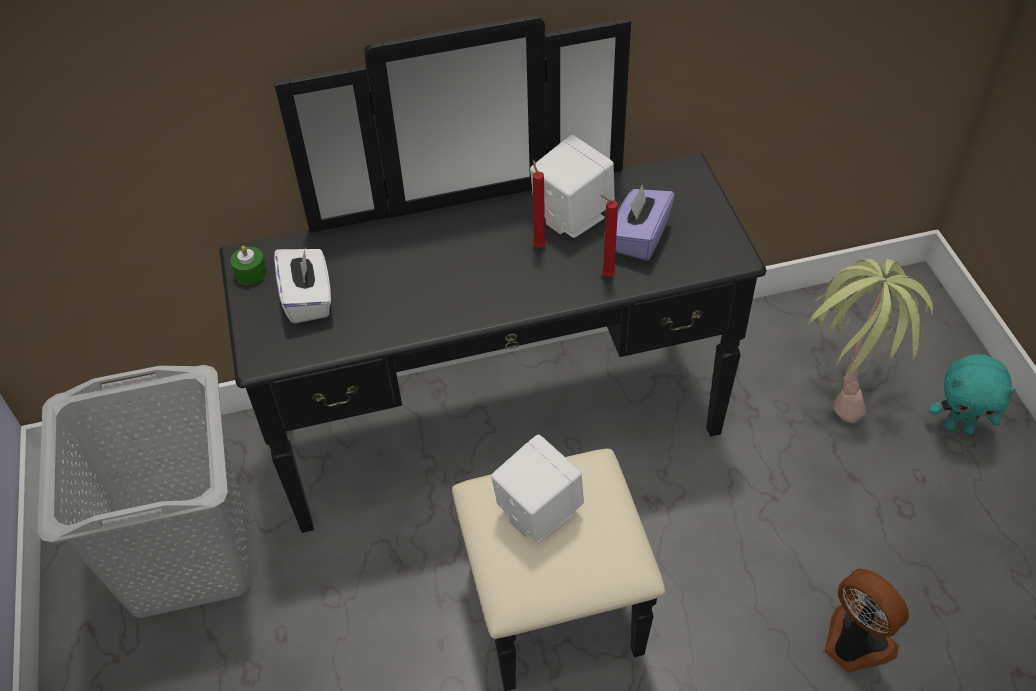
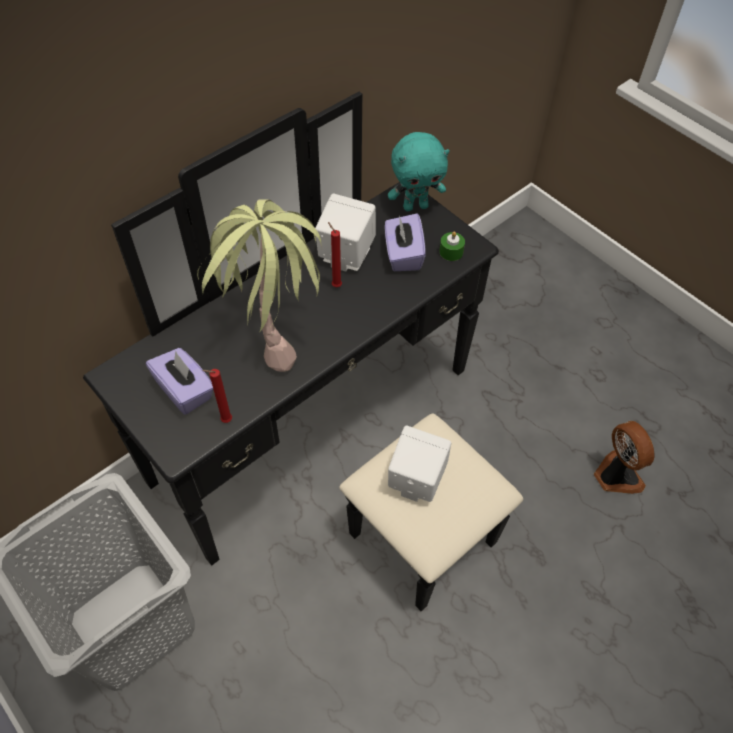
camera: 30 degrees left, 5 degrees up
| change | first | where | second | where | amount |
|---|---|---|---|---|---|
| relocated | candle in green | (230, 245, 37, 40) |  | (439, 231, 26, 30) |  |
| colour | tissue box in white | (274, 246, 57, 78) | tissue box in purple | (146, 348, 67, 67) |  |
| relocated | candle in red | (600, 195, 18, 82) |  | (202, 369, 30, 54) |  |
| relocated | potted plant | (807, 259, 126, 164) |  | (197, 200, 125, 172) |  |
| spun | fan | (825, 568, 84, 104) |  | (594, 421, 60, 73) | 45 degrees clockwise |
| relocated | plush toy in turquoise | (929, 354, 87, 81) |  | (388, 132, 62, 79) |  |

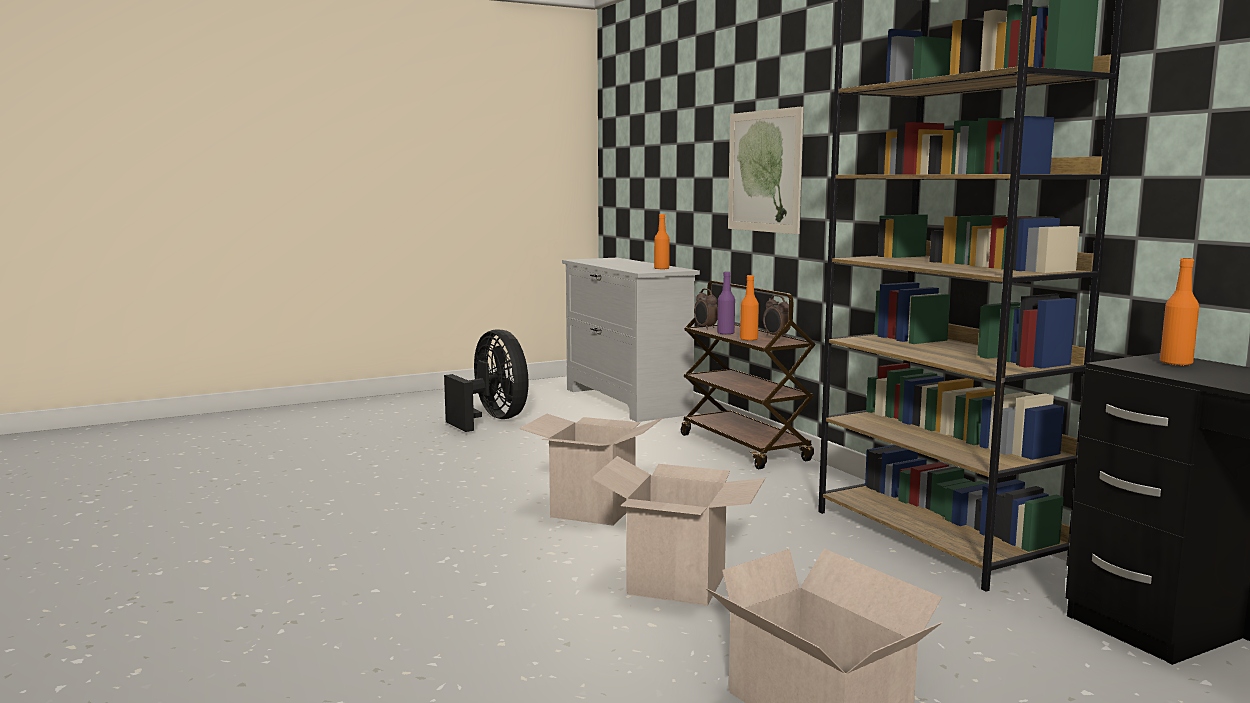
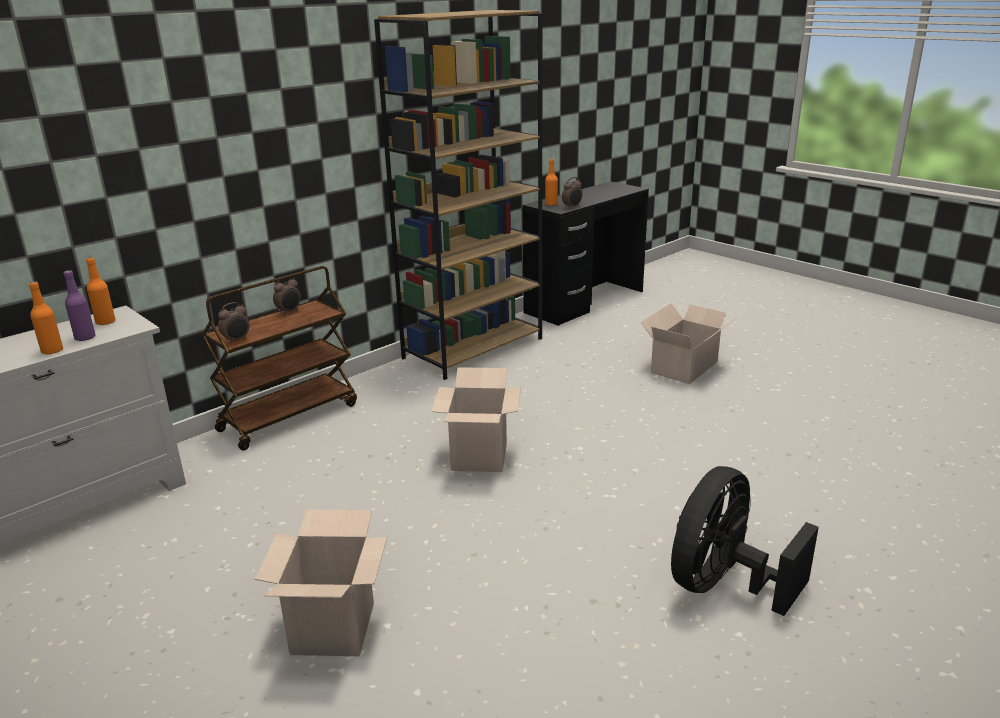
camera: 105 degrees left, 15 degrees up
| change | first | where | second | where | amount |
|---|---|---|---|---|---|
| relocated | fan in black | (444, 329, 84, 103) |  | (671, 466, 148, 150) |  |
| relocated | cardboard box | (591, 456, 174, 150) |  | (255, 509, 132, 147) |  |
| relocated | bottle in purple | (717, 271, 18, 64) |  | (64, 270, 32, 71) |  |
| missing | picture | (728, 106, 76, 128) |  |  |  |
| relocated | bottle in orange | (740, 275, 19, 66) |  | (29, 281, 34, 74) |  |
| appeared |  |  | alarm clock | (562, 177, 20, 32) |  |

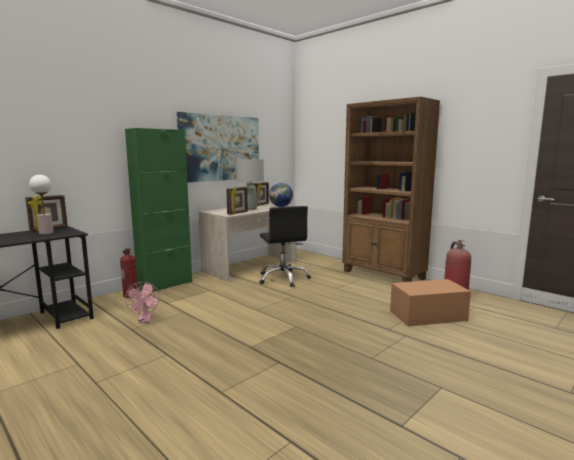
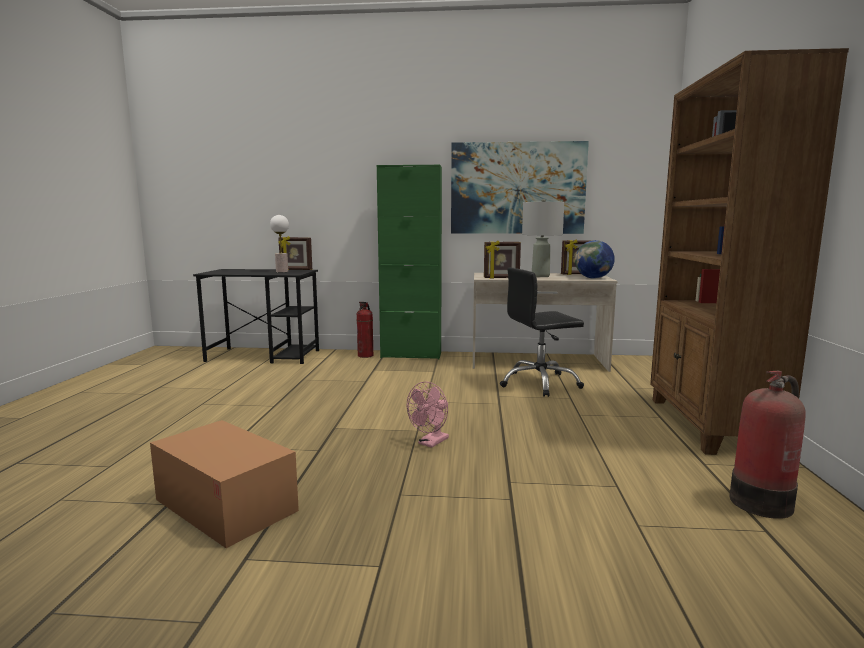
camera: 50 degrees right, 0 degrees up
| change | first | where | second | where | amount |
|---|---|---|---|---|---|
| relocated | fan in pink | (125, 282, 35, 41) |  | (407, 382, 42, 66) |  |
| spun | office chair in black | (259, 206, 52, 81) |  | (500, 268, 84, 129) | 45 degrees clockwise |
| relocated | cardboard box | (390, 279, 81, 47) |  | (150, 420, 149, 128) |  |

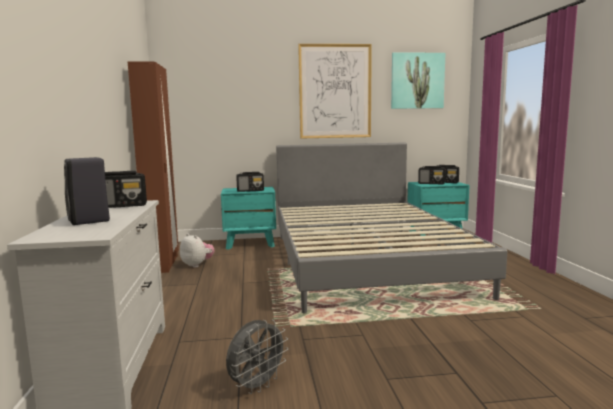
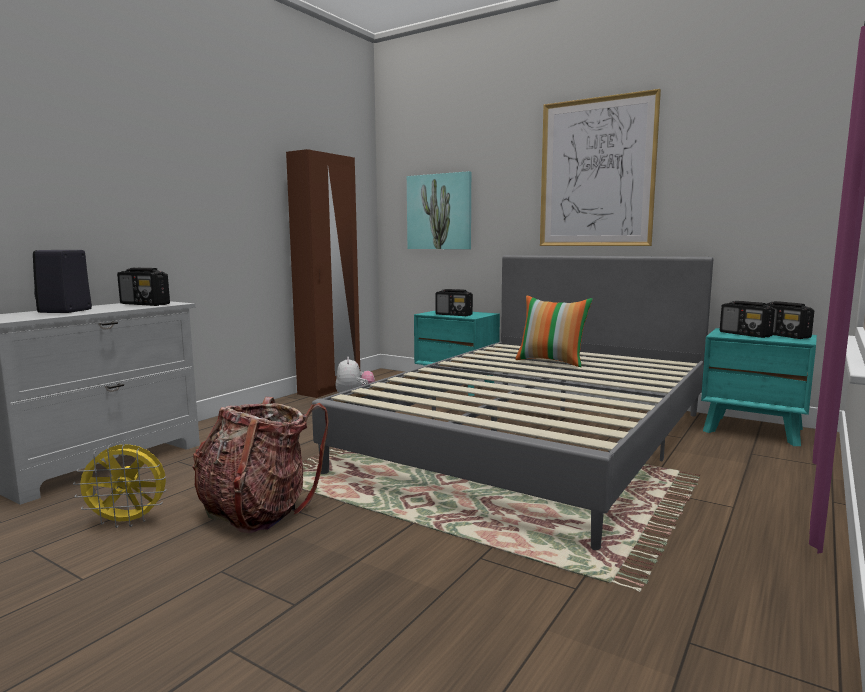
camera: 40 degrees right, 0 degrees up
| change | first | where | second | where | amount |
|---|---|---|---|---|---|
| colour | fan in grey | (226, 320, 62, 74) | fan in yellow | (73, 444, 94, 84) |  |
| relocated | picture | (391, 53, 54, 56) |  | (407, 171, 64, 78) |  |
| appeared |  |  | backpack | (192, 397, 137, 136) |  |
| appeared |  |  | pillow | (515, 296, 78, 71) |  |

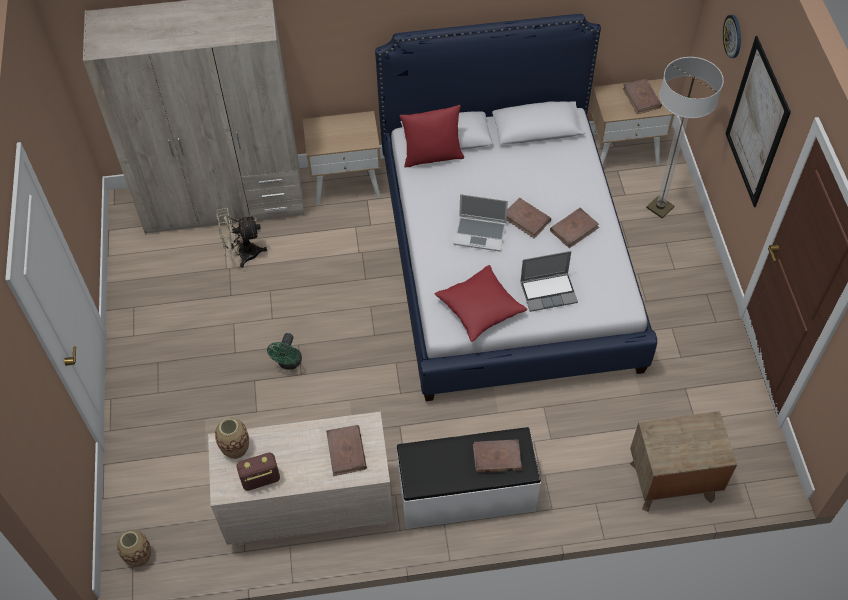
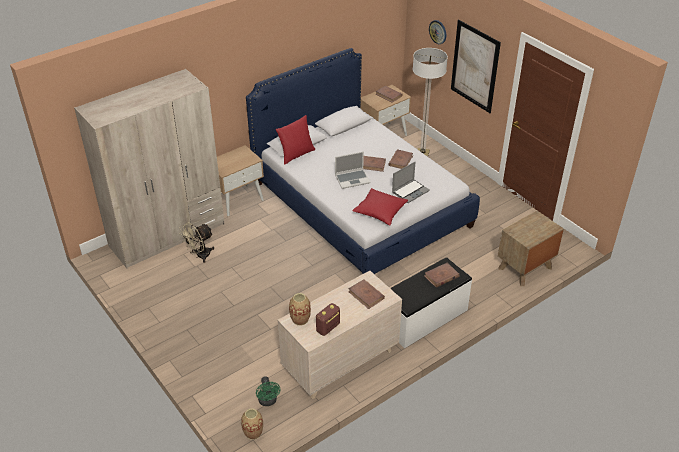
camera: 30 degrees left, 15 degrees down
| change | first | where | second | where | amount |
|---|---|---|---|---|---|
| relocated | fan in green | (267, 333, 35, 37) |  | (256, 376, 24, 30) |  |

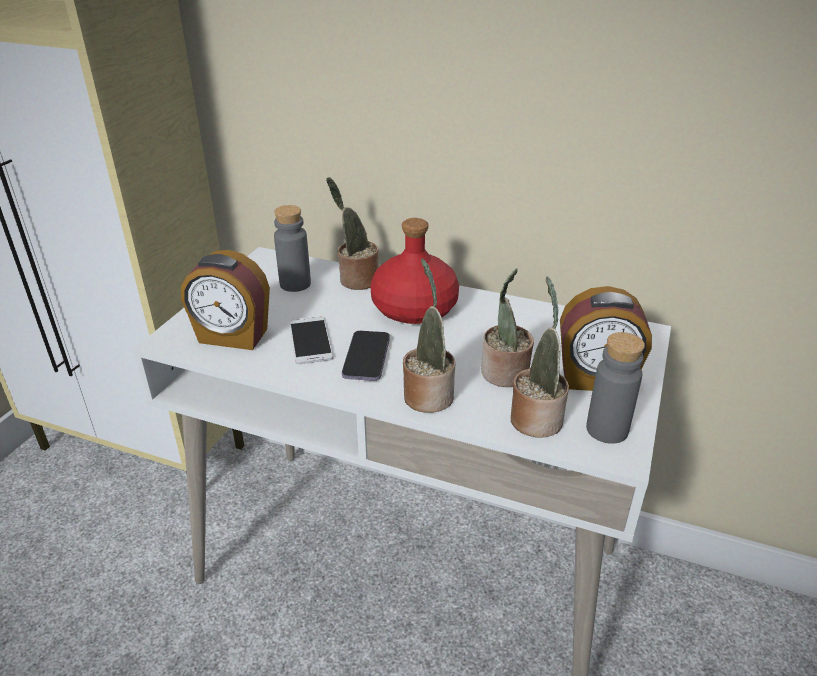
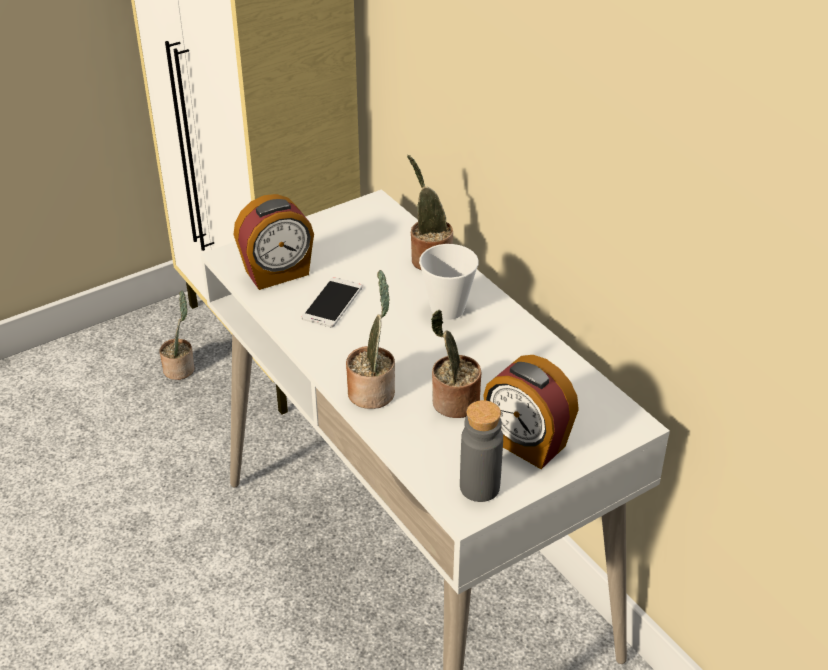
camera: 35 degrees right, 5 degrees up
| change | first | where | second | where | amount |
|---|---|---|---|---|---|
| spun | alarm clock | (181, 250, 89, 100) |  | (234, 194, 80, 96) | 75 degrees counterclockwise |
| missing | bottle in grey | (274, 205, 37, 87) |  |  |  |
| missing | phone | (342, 331, 48, 50) |  |  |  |
| exchanged | bottle in red | (370, 218, 89, 106) | cup | (419, 244, 60, 76) |  |
| relocated | potted plant | (511, 276, 58, 162) |  | (160, 290, 34, 90) |  |

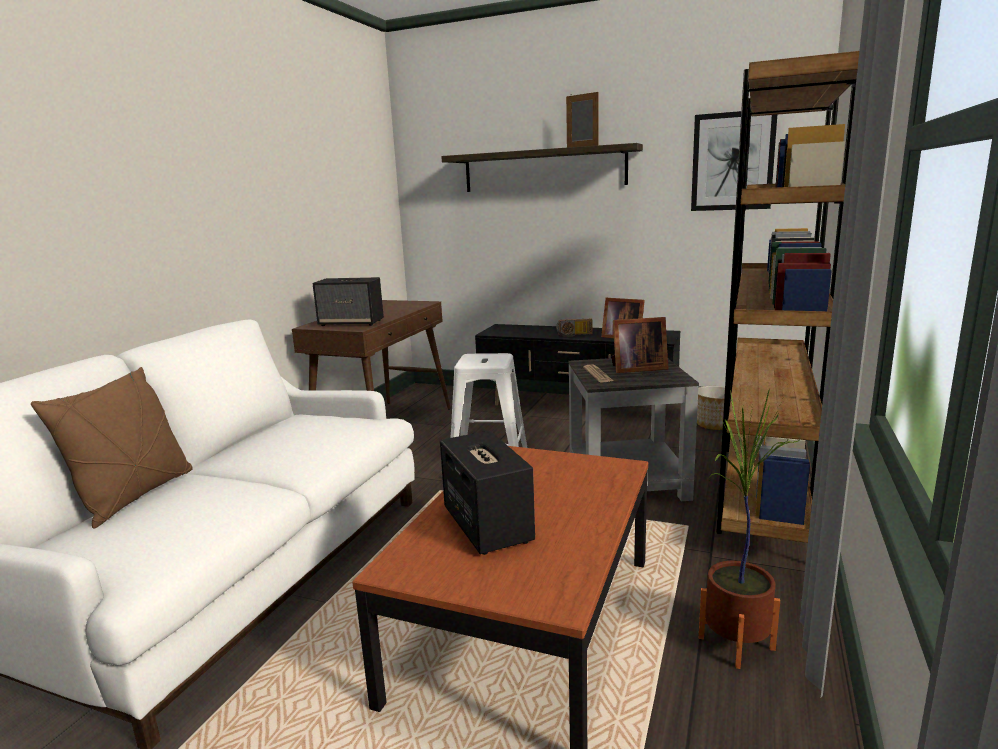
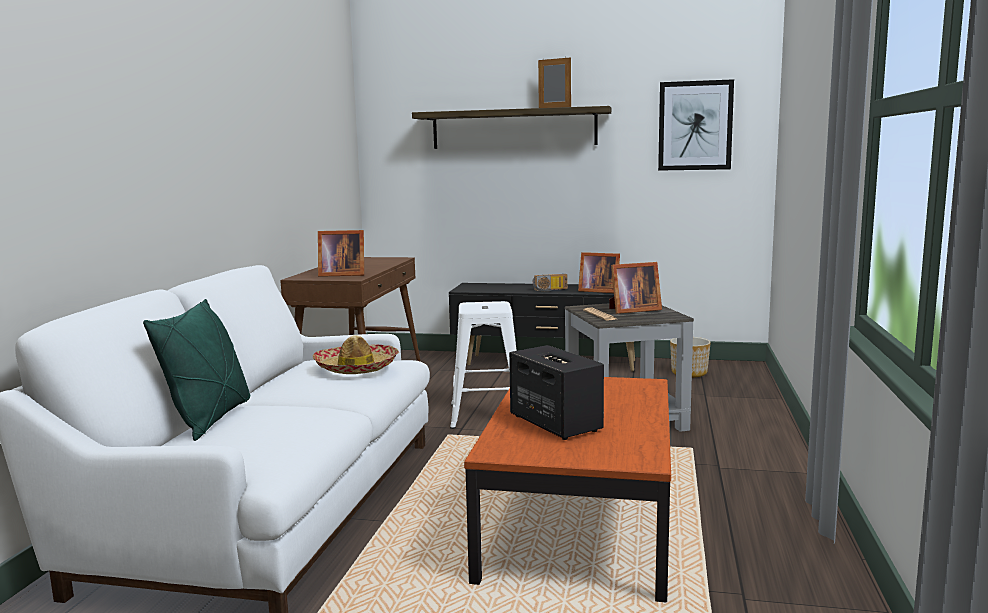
camera: 10 degrees left, 5 degrees down
| change | first | where | second | where | amount |
|---|---|---|---|---|---|
| colour | pillow in brown | (31, 367, 162, 161) | pillow in green | (143, 299, 107, 142) |  |
| exchanged | speaker | (312, 277, 72, 49) | picture frame | (318, 230, 46, 47) |  |
| missing | potted plant | (699, 388, 101, 281) |  |  |  |
| missing | bookcase in brown | (716, 51, 143, 492) |  |  |  |
| appeared |  |  | hat | (313, 335, 86, 39) |  |

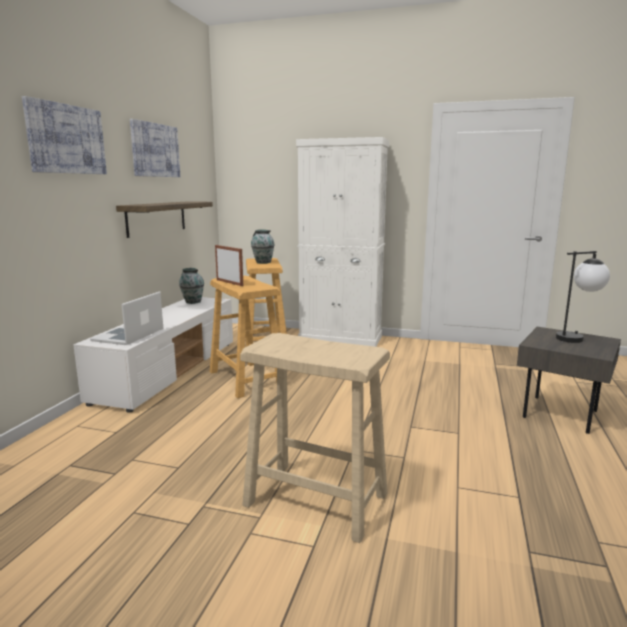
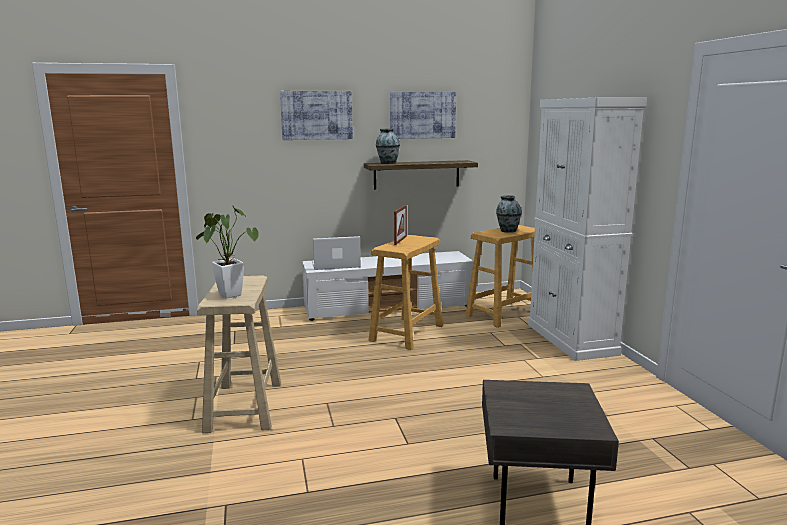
camera: 60 degrees right, 0 degrees up
| change | first | where | second | where | amount |
|---|---|---|---|---|---|
| relocated | vase | (179, 268, 25, 36) |  | (376, 129, 24, 35) |  |
| missing | table lamp | (556, 251, 54, 92) |  |  |  |
| appeared |  |  | potted plant | (196, 206, 63, 93) |  |

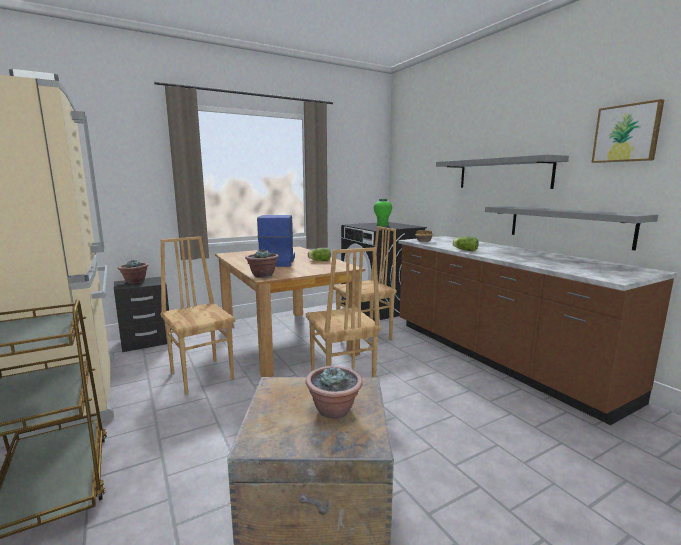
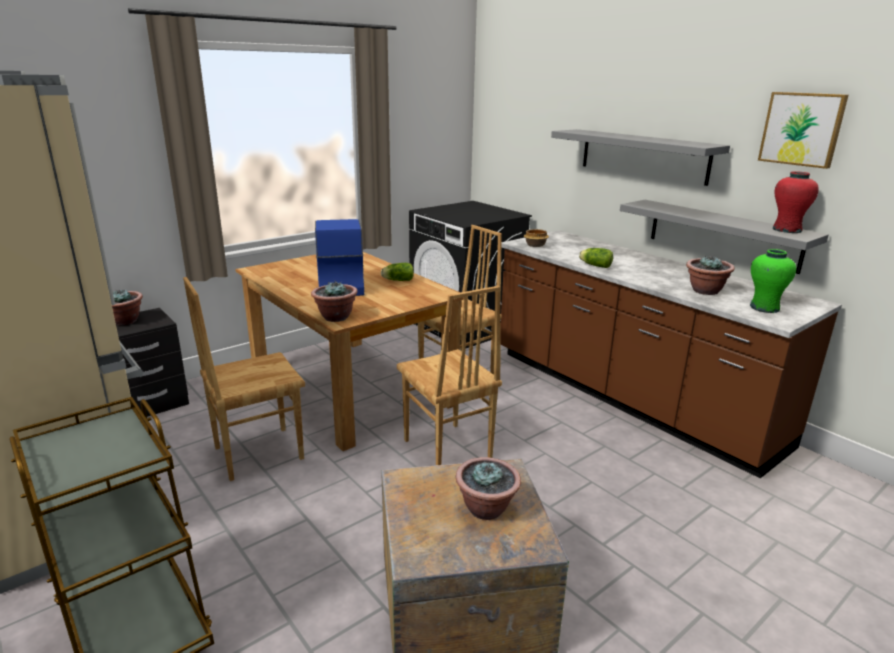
camera: 10 degrees left, 10 degrees up
| change | first | where | second | where | amount |
|---|---|---|---|---|---|
| spun | chair in brown | (160, 236, 75, 158) |  | (183, 277, 122, 204) | 75 degrees counterclockwise |
| relocated | vase in green | (374, 199, 18, 28) |  | (750, 249, 46, 64) |  |
| appeared |  |  | potted plant | (686, 255, 49, 40) |  |
| appeared |  |  | vase in red | (773, 171, 46, 62) |  |

